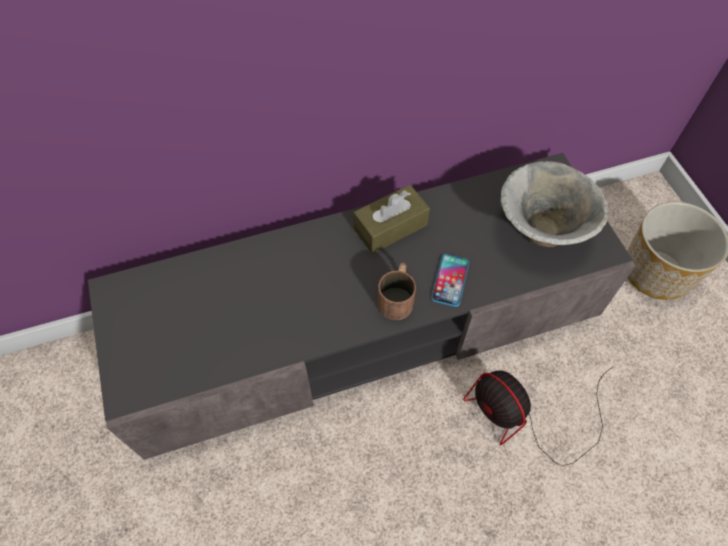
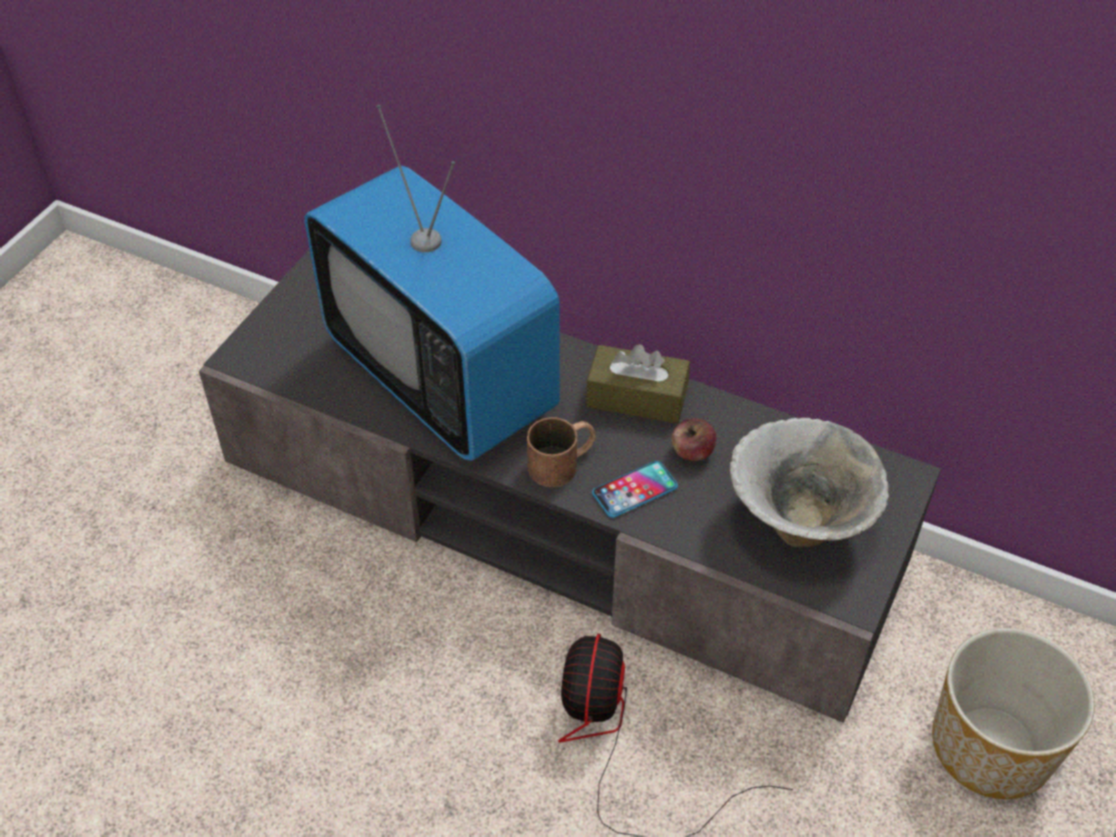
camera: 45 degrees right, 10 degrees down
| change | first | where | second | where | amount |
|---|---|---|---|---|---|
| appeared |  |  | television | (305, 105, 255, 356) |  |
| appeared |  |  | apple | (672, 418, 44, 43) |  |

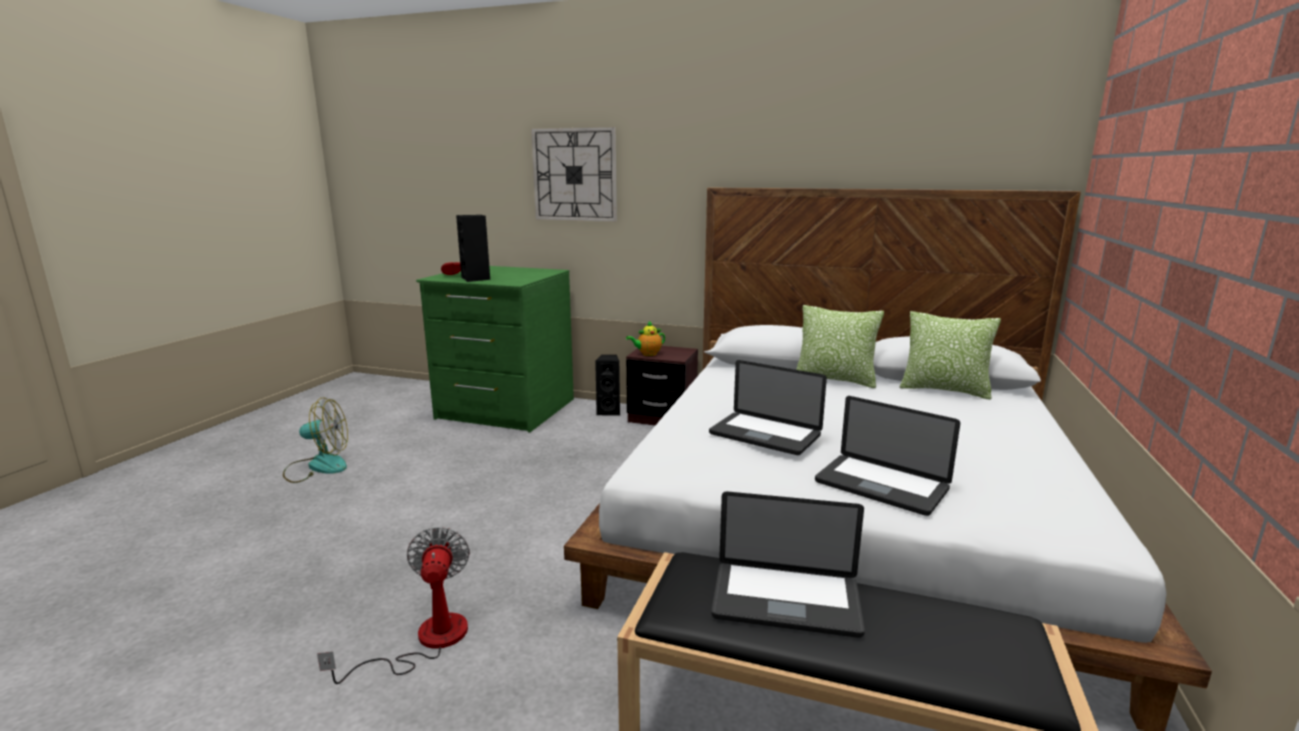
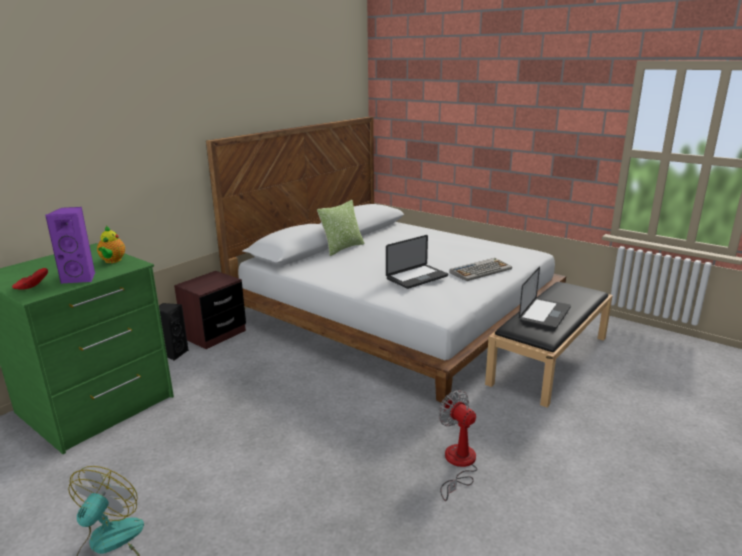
camera: 70 degrees left, 5 degrees up
| change | first | where | second | where | amount |
|---|---|---|---|---|---|
| spun | fan | (317, 526, 153, 158) |  | (438, 390, 39, 111) | 45 degrees clockwise |
| colour | speaker in black | (456, 215, 34, 67) | speaker in purple | (45, 207, 50, 77) |  |
| missing | wall clock | (531, 127, 86, 95) |  |  |  |
| relocated | teapot | (626, 321, 39, 35) |  | (97, 226, 28, 37) |  |
| exchanged | laptop | (815, 396, 145, 120) | keyboard | (449, 258, 63, 23) |  |
| missing | pillow | (900, 311, 101, 89) |  |  |  |

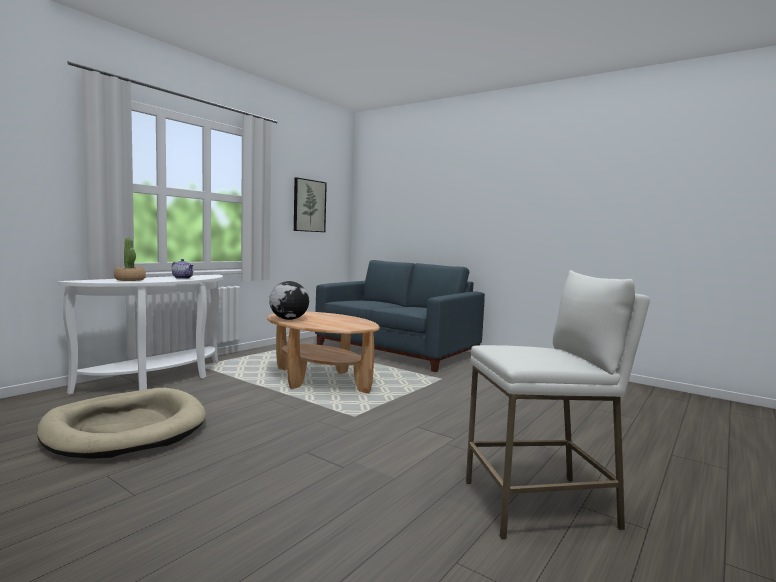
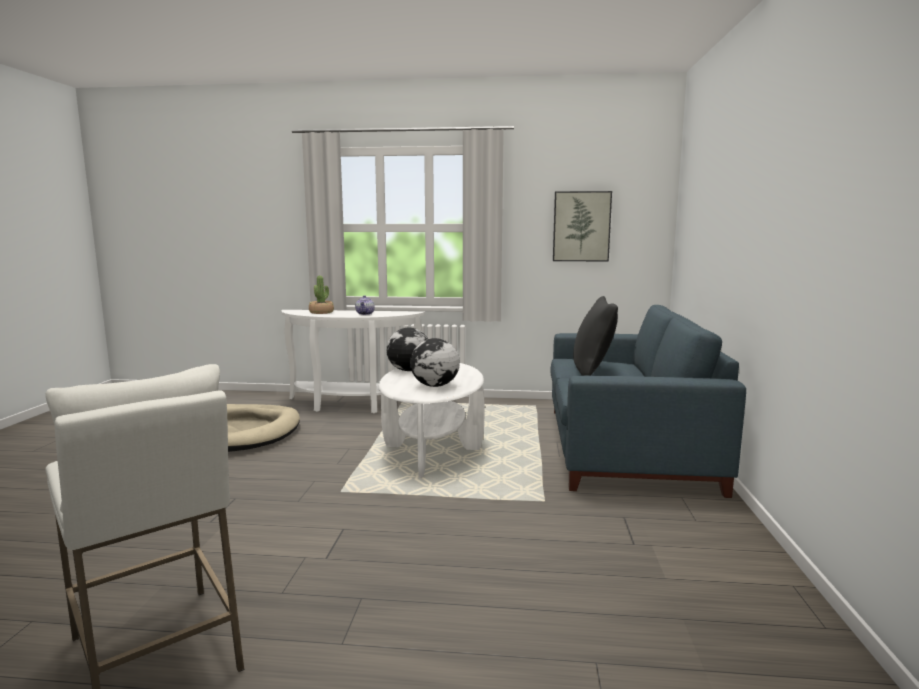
camera: 60 degrees right, 5 degrees up
| change | first | where | second | where | amount |
|---|---|---|---|---|---|
| colour | coffee table in brown | (267, 312, 113, 82) | coffee table in white | (378, 363, 106, 115) |  |
| appeared |  |  | globe | (410, 338, 50, 49) |  |
| appeared |  |  | pillow in black | (573, 296, 45, 80) |  |

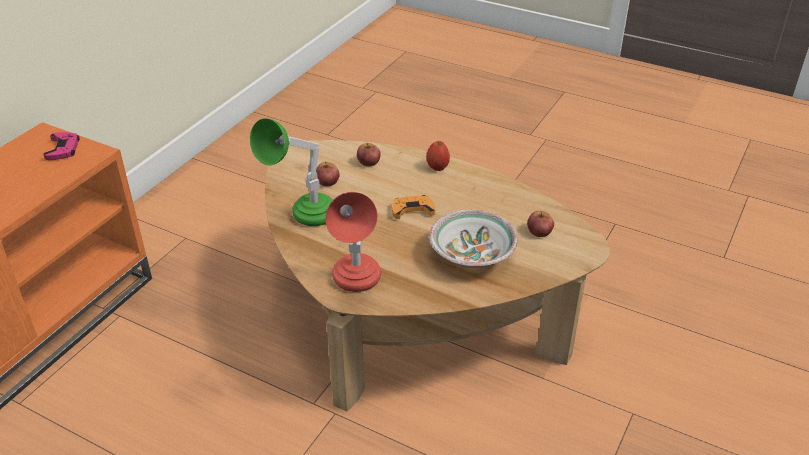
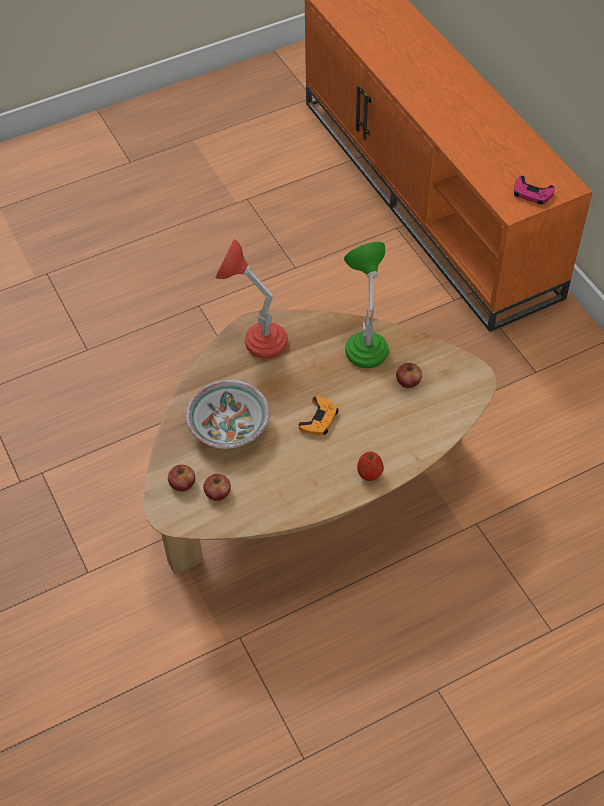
camera: 125 degrees right, 15 degrees up
| change | first | where | second | where | amount |
|---|---|---|---|---|---|
| relocated | apple | (357, 142, 24, 24) |  | (168, 465, 27, 27) |  |

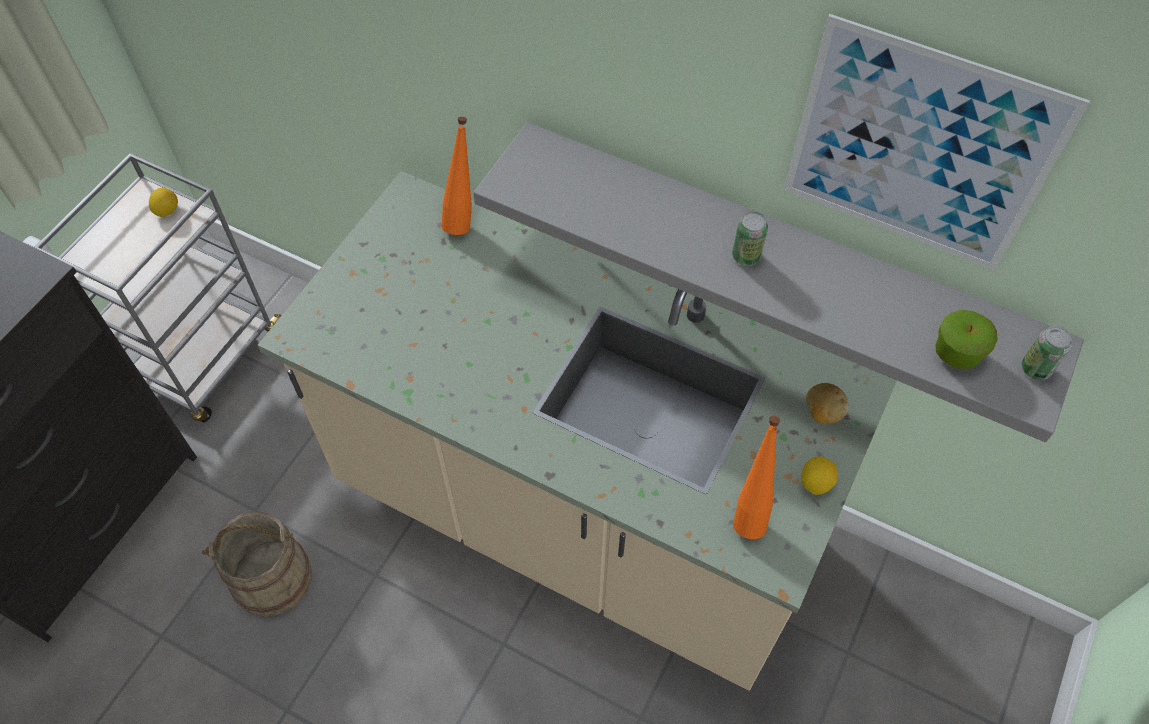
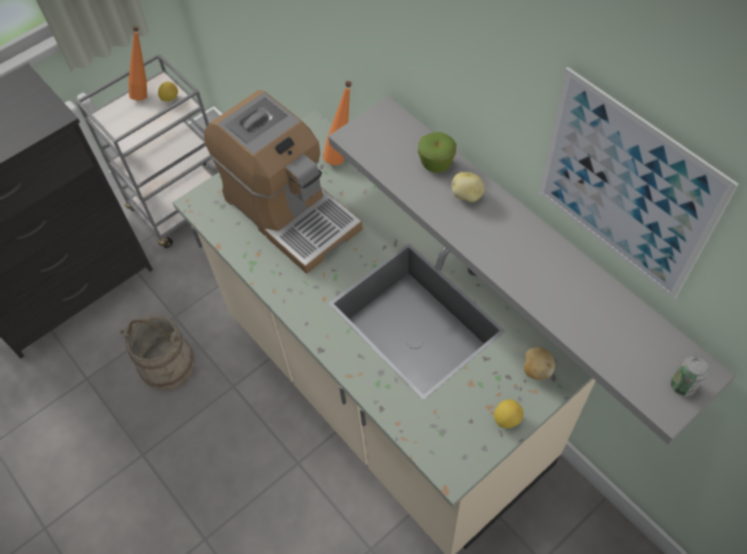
camera: 25 degrees right, 0 degrees up
| change | first | where | second | where | amount |
|---|---|---|---|---|---|
| missing | can | (732, 212, 36, 54) |  |  |  |
| relocated | bottle in orange | (733, 416, 47, 123) |  | (129, 26, 18, 74) |  |
| relocated | apple | (935, 310, 63, 59) |  | (418, 132, 38, 41) |  |
| appeared |  |  | coffee machine | (204, 90, 159, 184) |  |
| appeared |  |  | potato | (452, 172, 33, 30) |  |

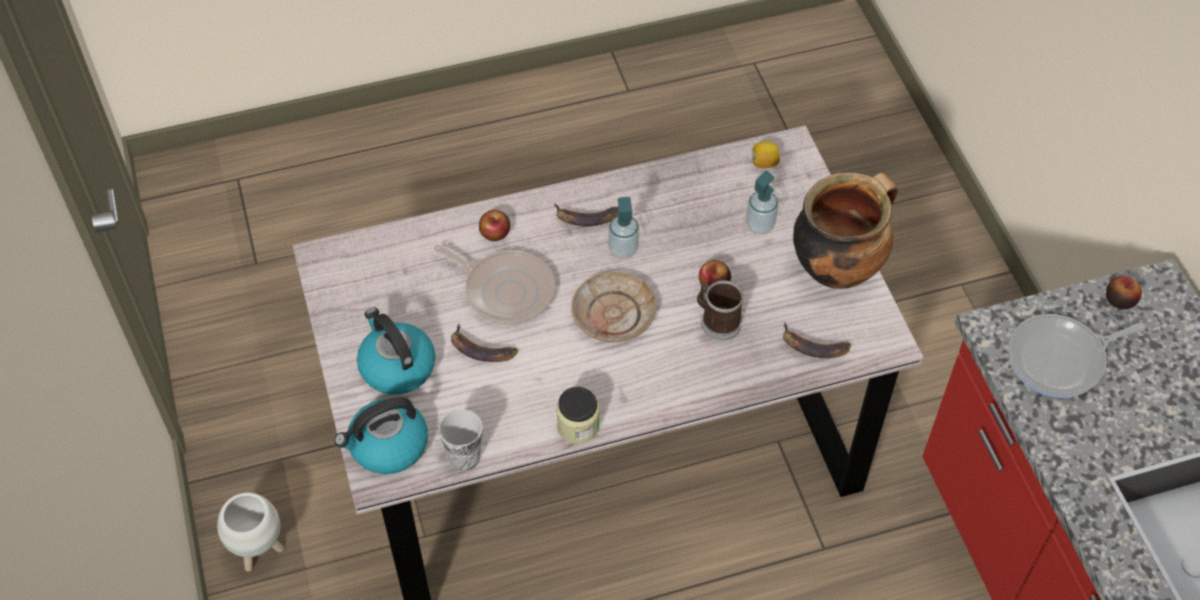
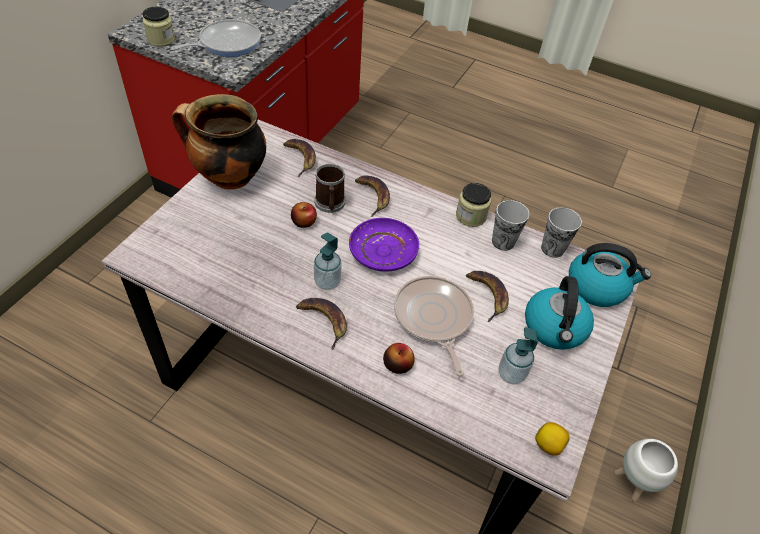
camera: 140 degrees left, 5 degrees down
| change | first | where | second | where | amount |
|---|---|---|---|---|---|
| colour | plate in beige | (571, 272, 85, 70) | plate in purple | (349, 218, 70, 54) |  |
| relocated | soap dispenser | (746, 171, 33, 63) |  | (498, 327, 40, 58) |  |
| relocated | lemon | (752, 141, 28, 27) |  | (535, 422, 35, 34) |  |
| spun | frying pan | (1009, 314, 136, 84) |  | (171, 19, 90, 38) | 60 degrees counterclockwise |
| exchanged | apple | (1106, 276, 36, 33) | jar | (142, 7, 33, 39) |  |
| appeared |  |  | banana | (355, 176, 35, 41) |  |
| appeared |  |  | cup | (492, 200, 37, 51) |  |

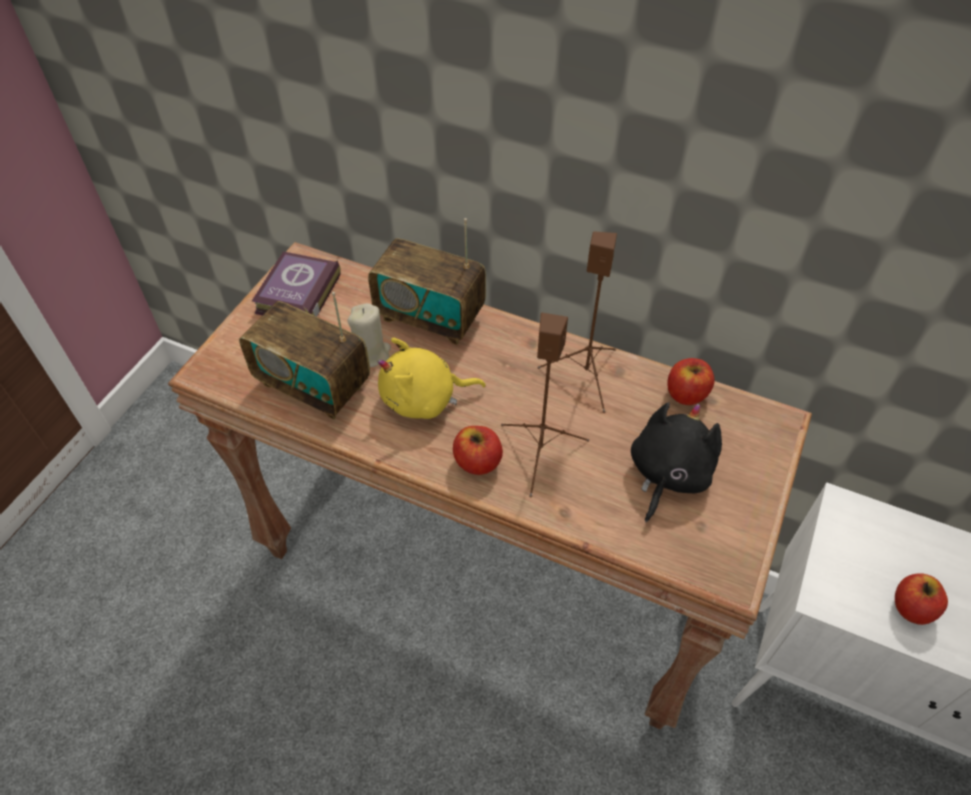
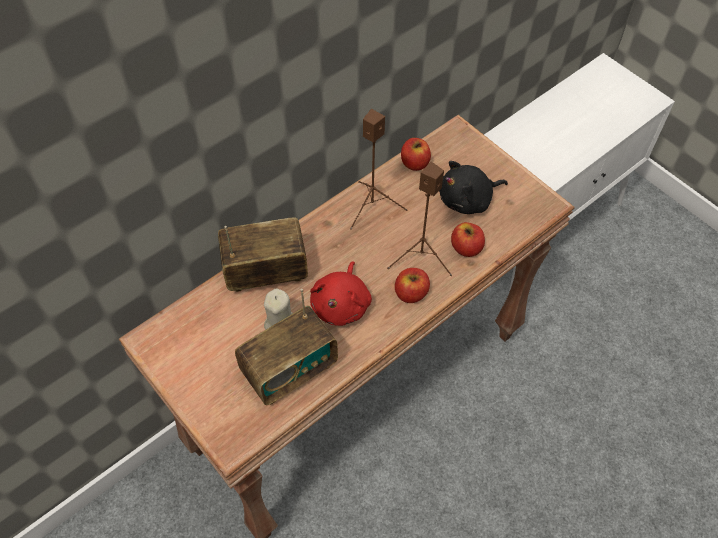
camera: 65 degrees left, 5 degrees up
| change | first | where | second | where | amount |
|---|---|---|---|---|---|
| missing | book | (252, 251, 89, 66) |  |  |  |
| spun | radio | (368, 218, 118, 127) |  | (218, 217, 90, 75) | 150 degrees counterclockwise |
| colour | plush toy in yellow | (377, 338, 109, 81) | plush toy in red | (310, 262, 62, 64) |  |
| spun | plush toy in black | (631, 402, 91, 121) |  | (439, 161, 69, 53) | 75 degrees counterclockwise |
| relocated | apple | (895, 573, 53, 52) |  | (451, 222, 34, 35) |  |

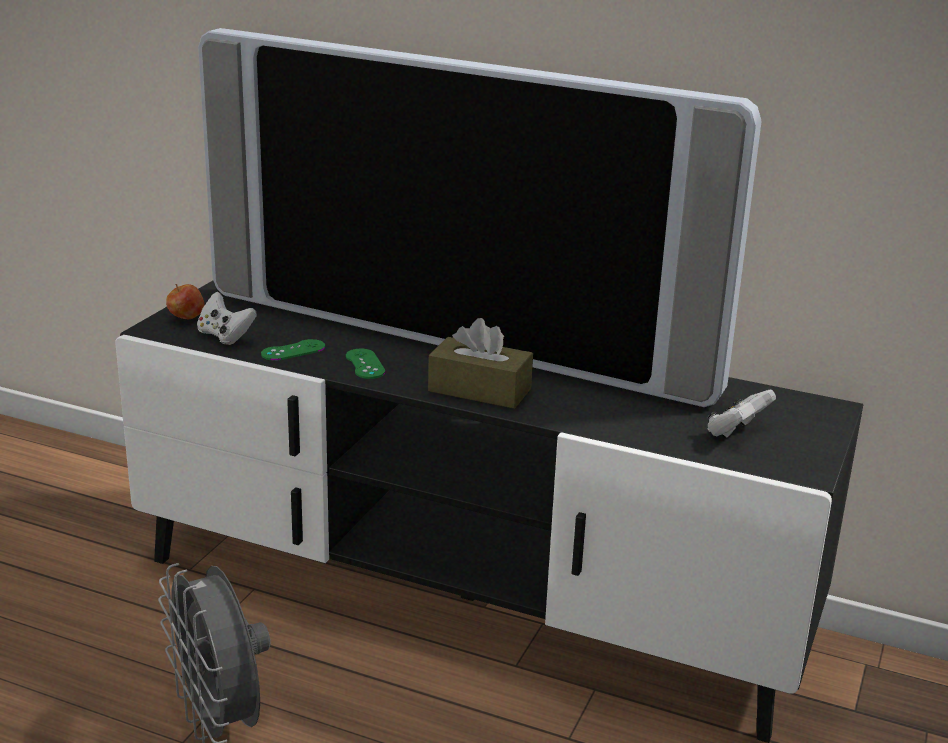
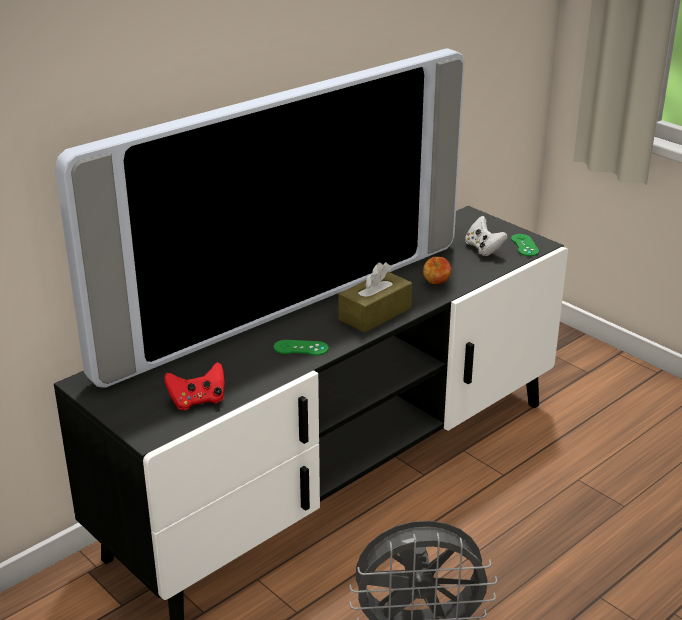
camera: 65 degrees left, 5 degrees up
| change | first | where | second | where | amount |
|---|---|---|---|---|---|
| relocated | apple | (166, 284, 38, 35) |  | (423, 257, 28, 27) |  |
| colour | game controller in white | (197, 292, 60, 53) | game controller in red | (164, 362, 61, 48) |  |
| relocated | game controller in green | (261, 339, 64, 22) |  | (511, 234, 28, 22) |  |

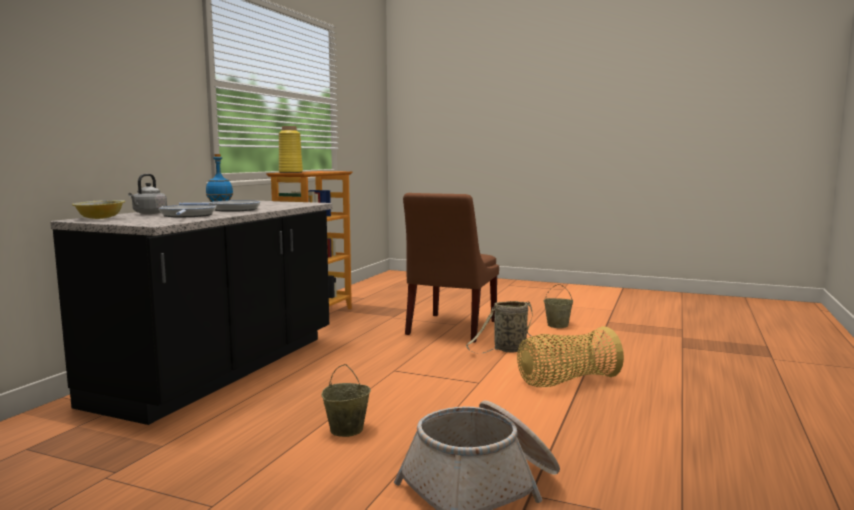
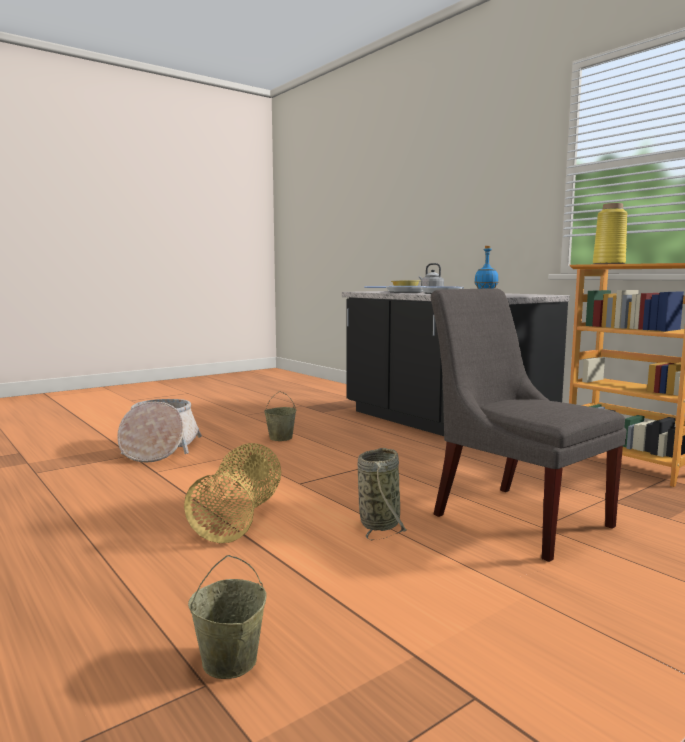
camera: 120 degrees right, 0 degrees up
| change | first | where | second | where | amount |
|---|---|---|---|---|---|
| colour | chair in brown | (403, 193, 96, 149) | chair in grey | (431, 288, 196, 274) |  |
| relocated | bucket in beige | (544, 284, 29, 44) |  | (188, 555, 79, 124) |  |

